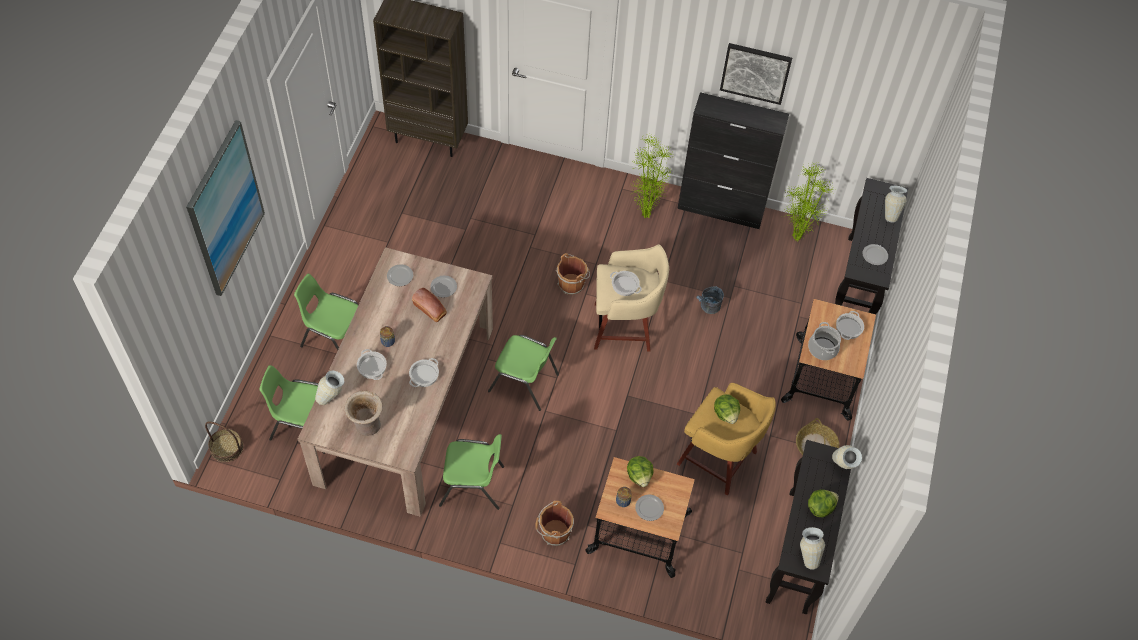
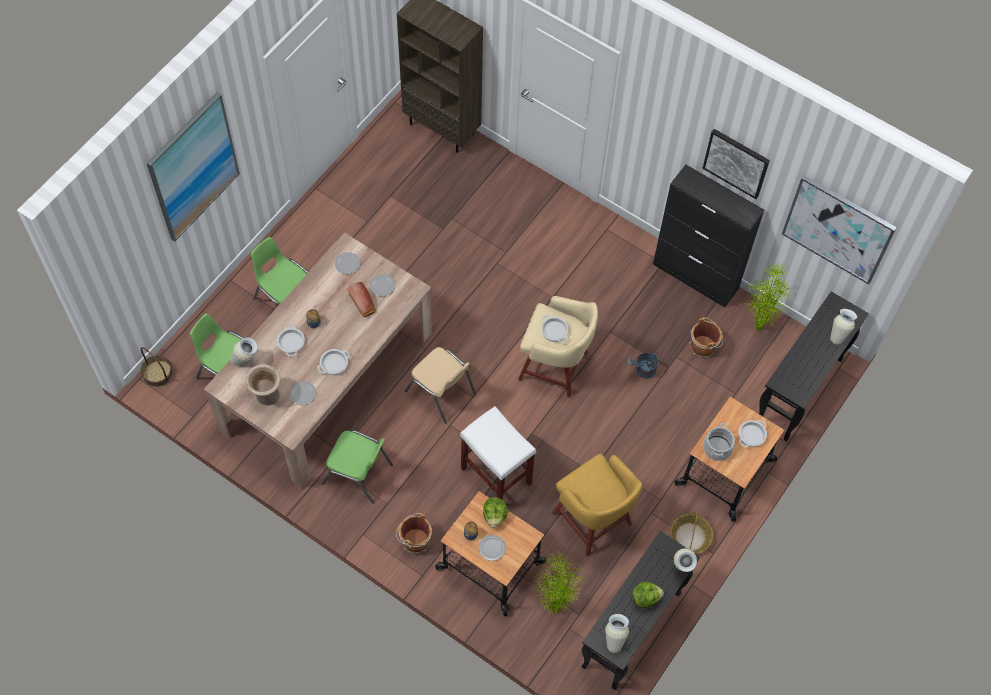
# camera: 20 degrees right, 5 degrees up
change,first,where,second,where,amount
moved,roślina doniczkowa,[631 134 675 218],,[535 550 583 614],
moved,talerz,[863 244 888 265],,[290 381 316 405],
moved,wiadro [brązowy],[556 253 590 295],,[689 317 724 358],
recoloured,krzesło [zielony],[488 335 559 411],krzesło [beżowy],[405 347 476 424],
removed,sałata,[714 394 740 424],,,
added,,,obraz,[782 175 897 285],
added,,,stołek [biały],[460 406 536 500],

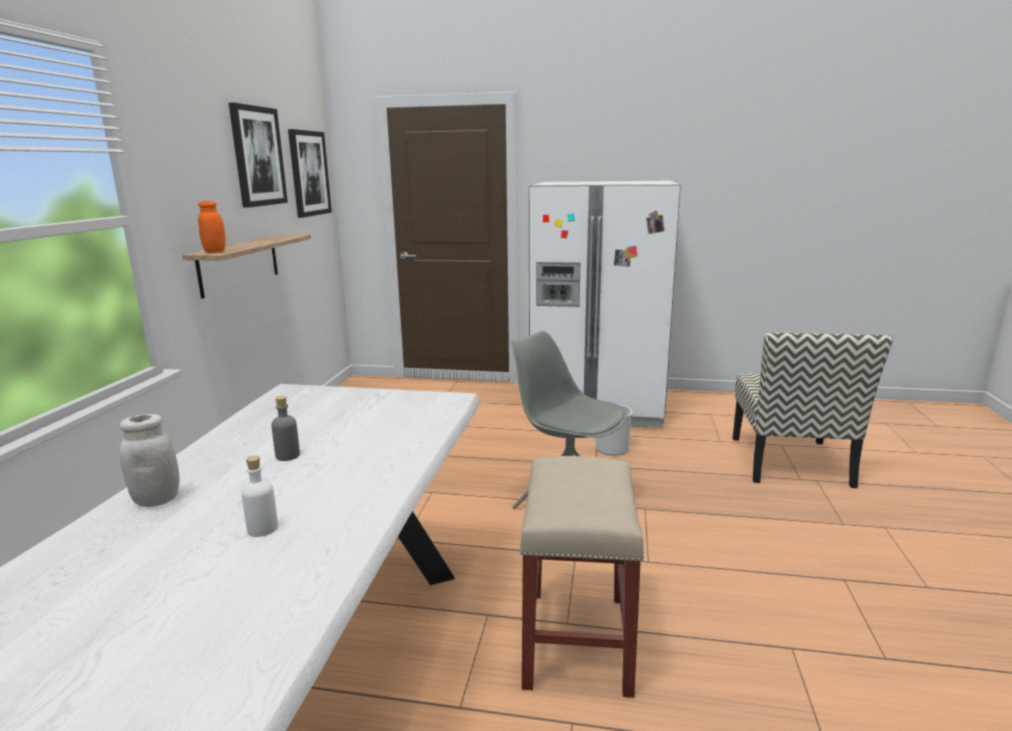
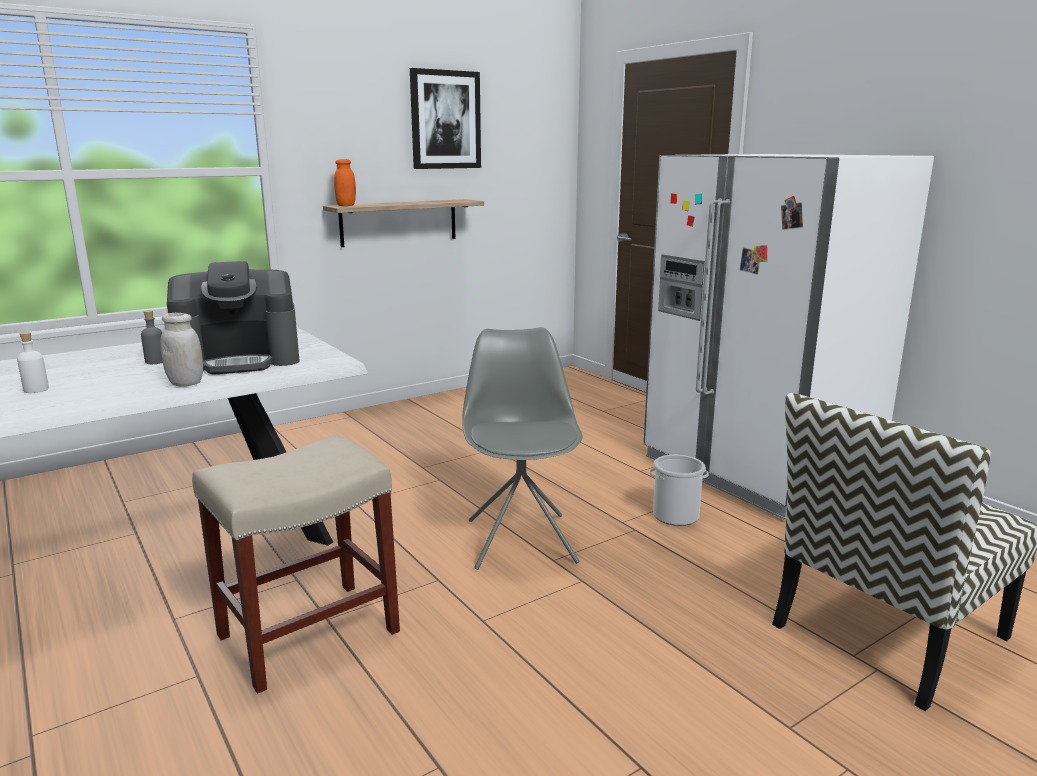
# camera: 45 degrees right, 0 degrees up
change,first,where,second,where,amount
removed,obraz,[288 129 332 218],,,
moved,słoik [biały],[119 414 180 507],,[160 313 203 386],
added,,,ekspres do kawy,[167 261 300 375],

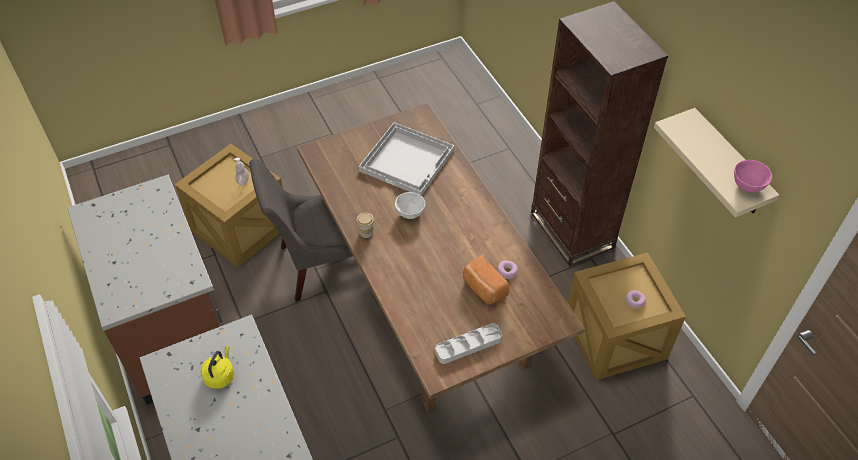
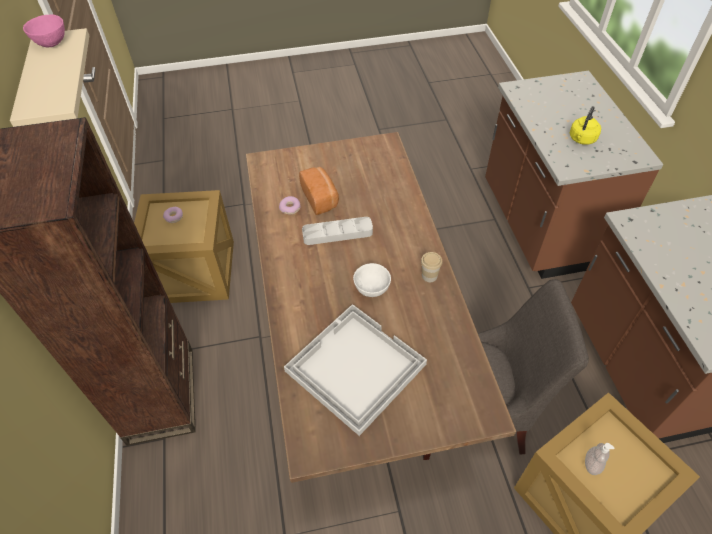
# camera: 165 degrees left, 0 degrees up
change,first,where,second,where,amount
moved,taca [szary],[435 323 502 364],,[302 217 373 245],

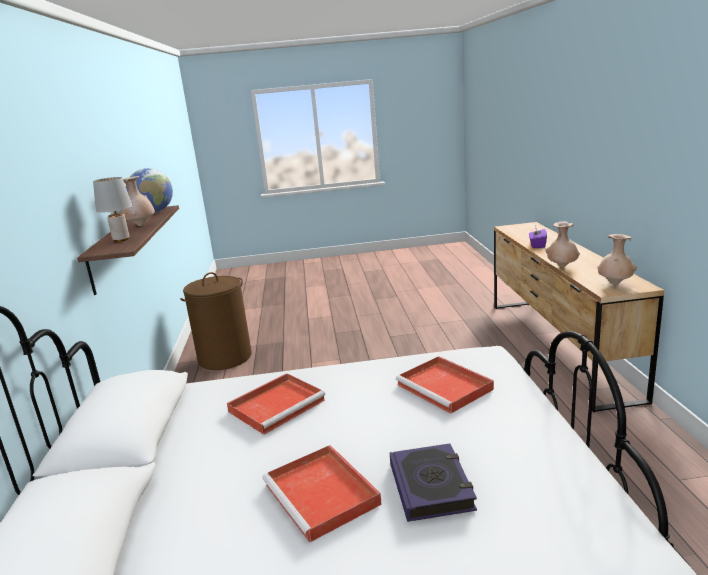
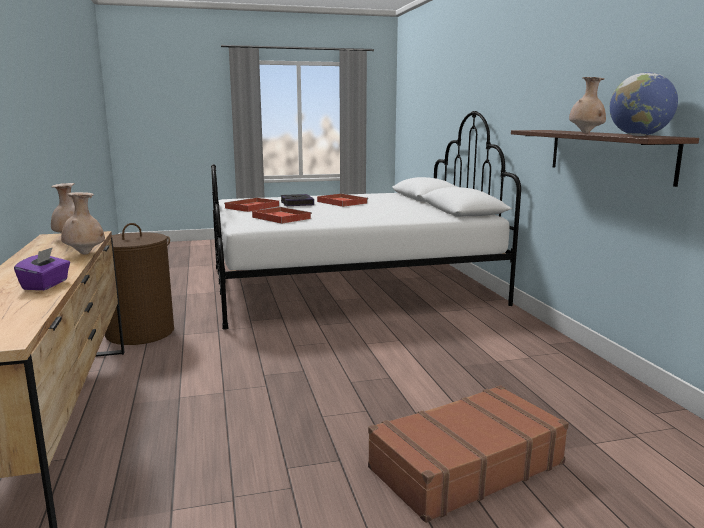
# camera: 170 degrees right, 5 degrees down
change,first,where,second,where,amount
removed,lampa stołowa [szary],[93 177 133 242],,,
moved,kosz na pranie [brązowy],[180 272 252 370],,[105 223 174 345],
moved,taca [czerwony],[227 373 325 435],,[224 198 279 212],
added,,,walizka [brązowy],[368 385 569 523],

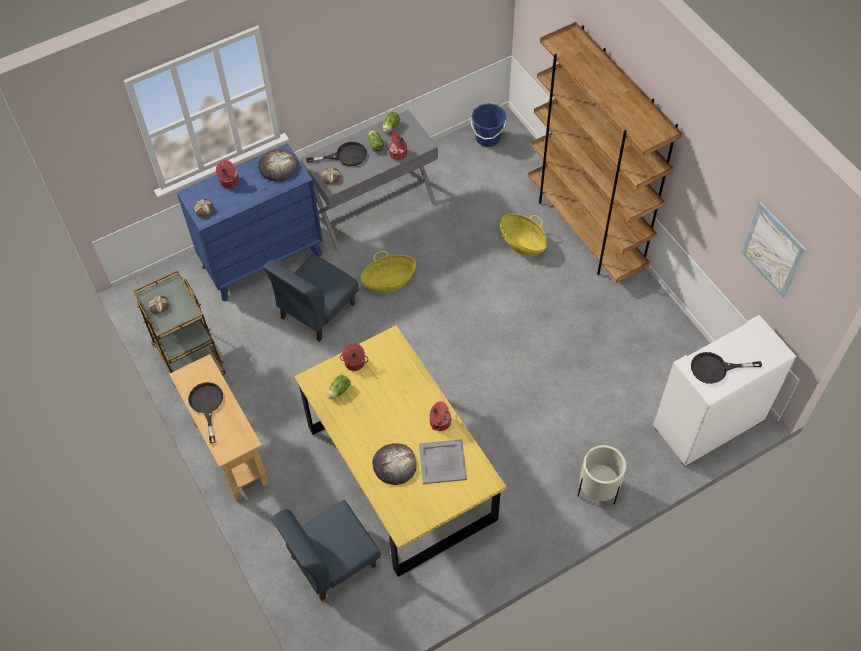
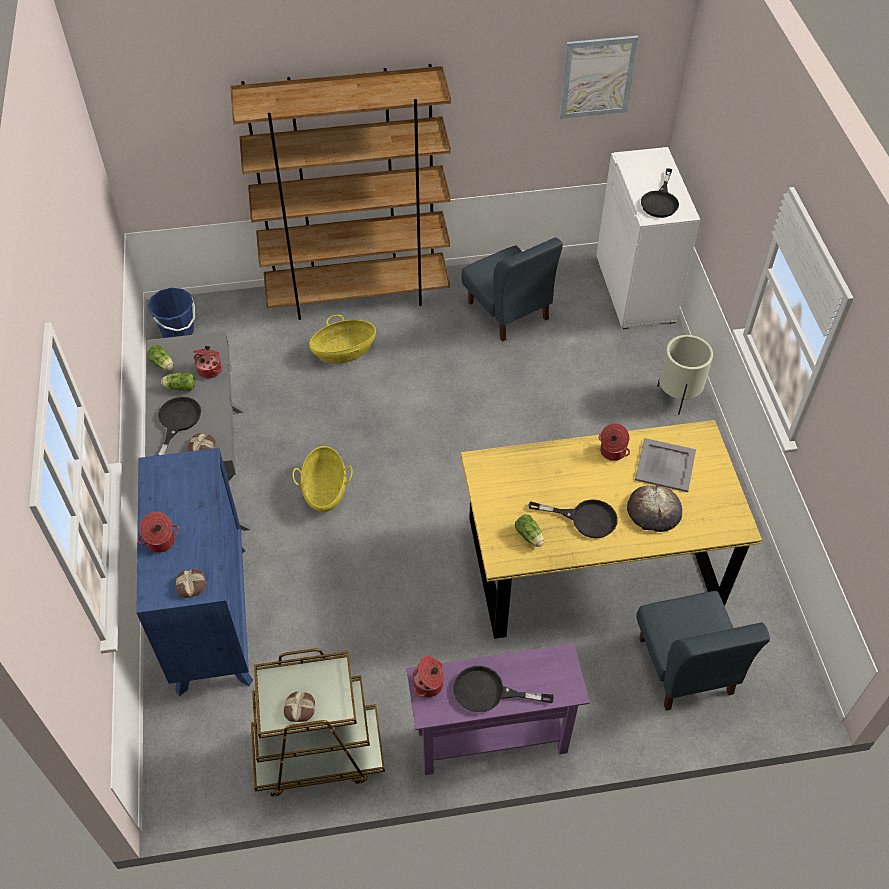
# camera: 70 degrees left, 5 degrees down
change,first,where,second,where,amount
removed,chleb,[258 149 297 182],,,
moved,krzesło [niebieski],[263 253 359 342],,[461 237 563 341],
moved,garnek,[340 343 369 371],,[413 656 443 697],
recoloured,stolik konsolowy [beżowy],[169 354 269 501],stolik konsolowy [fioletowy],[406 644 590 775],
added,,,patelnia [czarny],[528 499 618 538],

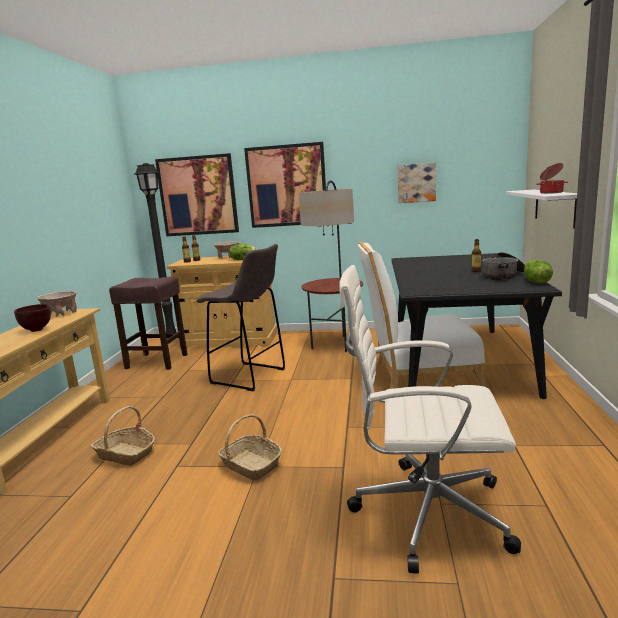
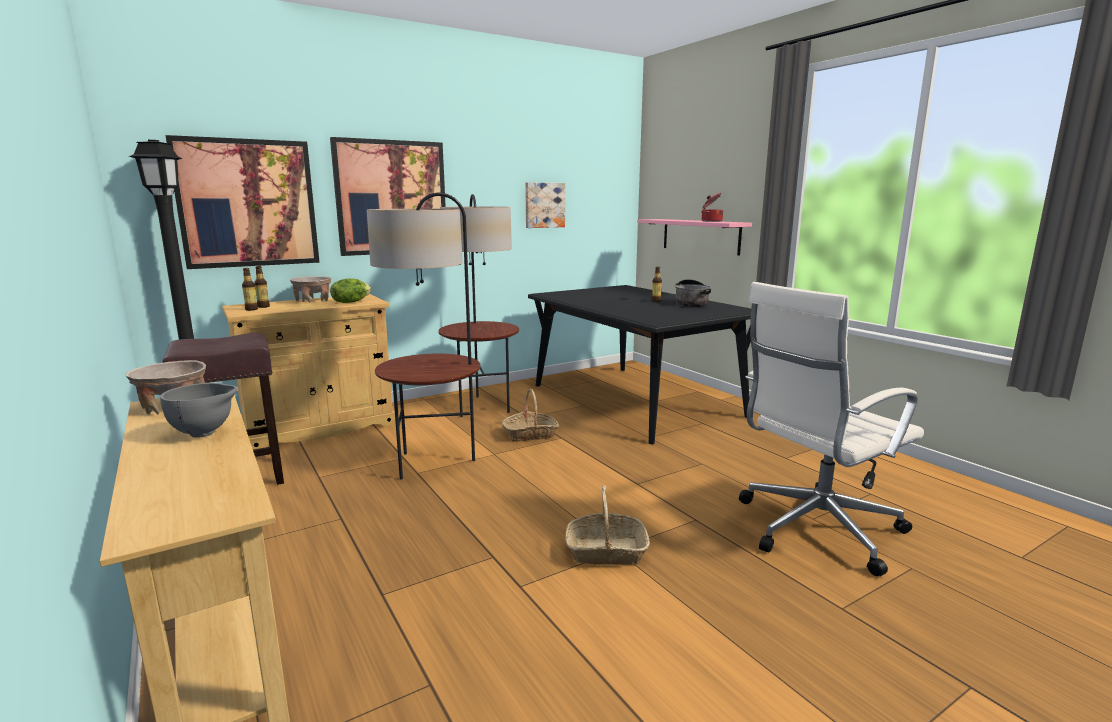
# camera: 40 degrees left, 0 degrees up
change,first,where,second,where,amount
recoloured,półka [biały],[506 190 577 229],półka [różowy],[637 219 752 255],
removed,krzesło [biały],[358 241 487 389],,,
replaced,stołek [szary],[196 244 285 391],lampa stojąca,[367 193 480 479],
removed,sałata,[524 260 553 283],,,
recoloured,miska [brązowy],[14 304 51 332],miska [szary],[160 383 238 438],
moved,koszyk,[90 406 155 466],,[502 389 559 442],

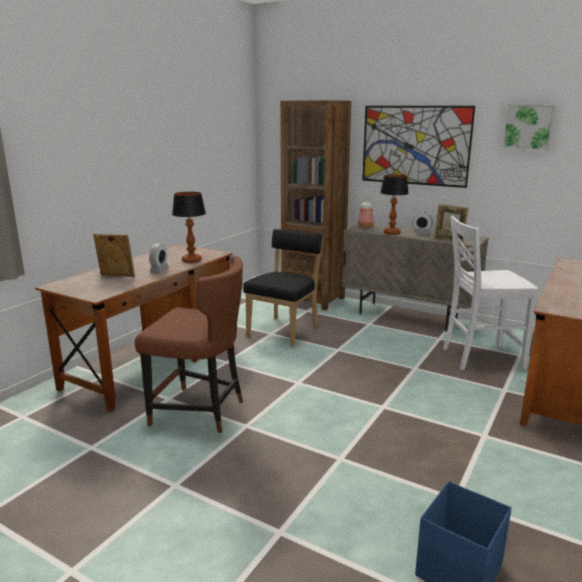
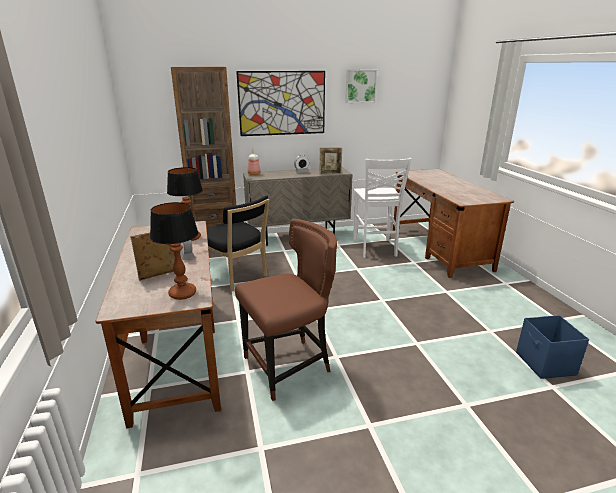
# camera: 45 degrees left, 5 degrees up
change,first,where,second,where,amount
moved,lampa stołowa,[380 175 409 235],,[150 202 199 300],
turned,krzesło [biały],[443 216 538 370],,[353 158 412 258],45 degrees counterclockwise
turned,krzesło [czarny],[243 229 323 346],,[207 196 270 291],150 degrees clockwise

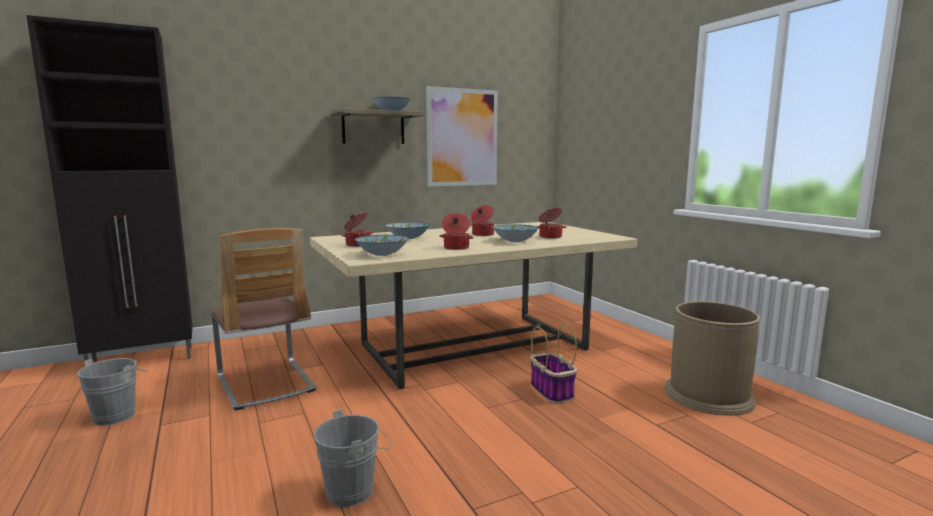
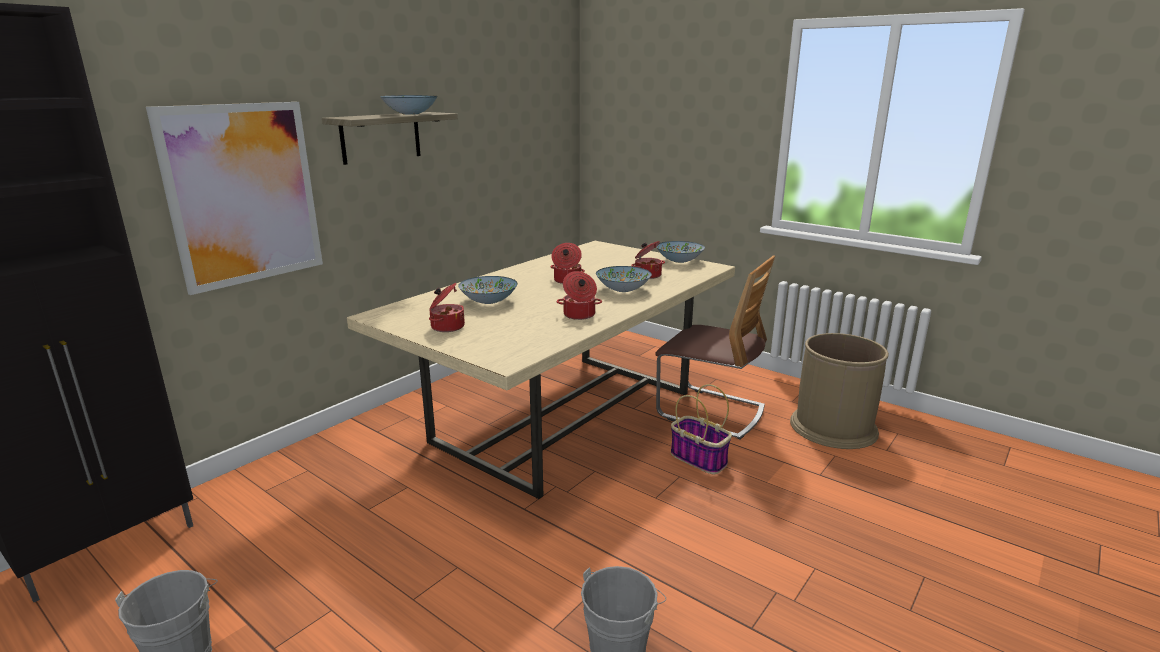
# camera: 25 degrees left, 10 degrees up
change,first,where,second,where,amount
moved,obraz,[426 86 498 186],,[146 102 323 295],
moved,krzesło,[211 228 317 410],,[655 255 775 440],
moved,miska,[355 235 409 256],,[656 241 705 263],

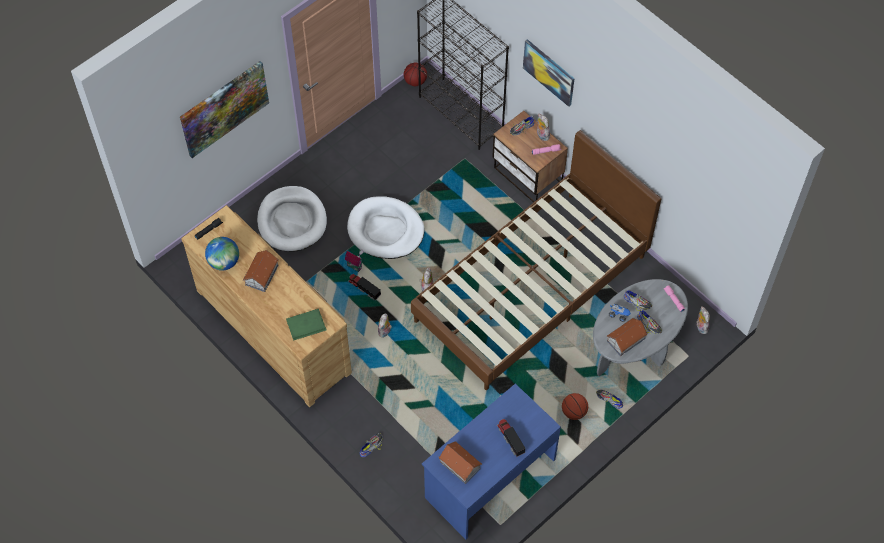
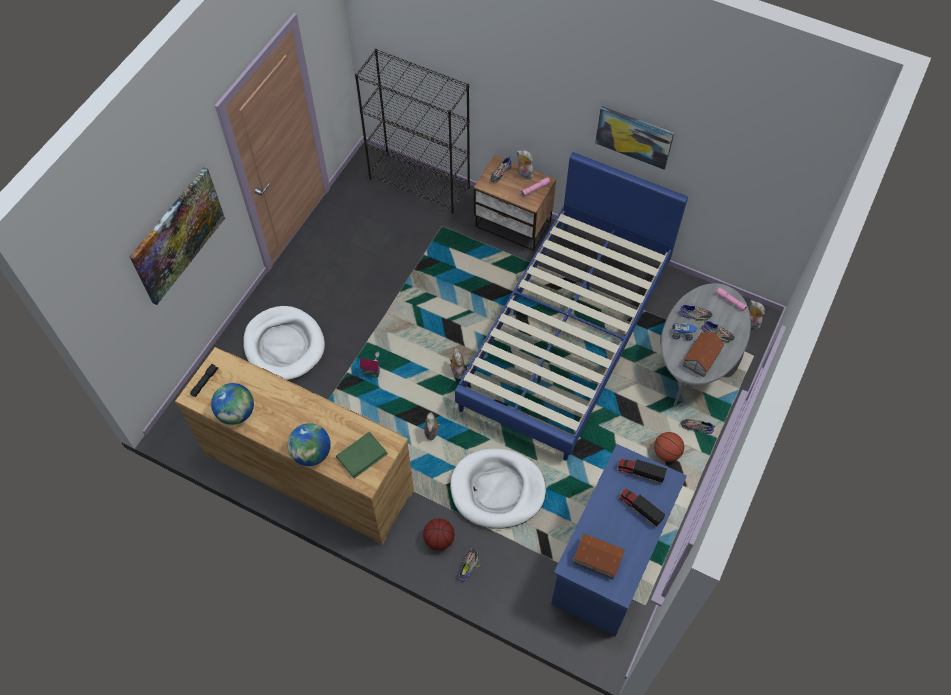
# camera: 20 degrees left, 0 degrees up
change,first,where,second,where,amount
moved,obraz,[523 39 575 107],,[595 106 674 170],
moved,piłka do koszykówki,[404 62 427 86],,[423 519 455 550],
recoloured,łóżko [brązowy],[411 130 661 390],łóżko [niebieski],[455 152 688 460],
moved,legowisko [biały],[347 196 424 259],,[450 448 546 529],
removed,domek,[243 250 279 292],,,
moved,ciężarówka zabawkowa,[348 274 381 300],,[617 458 667 484],
added,,,globus,[288 423 331 466],

